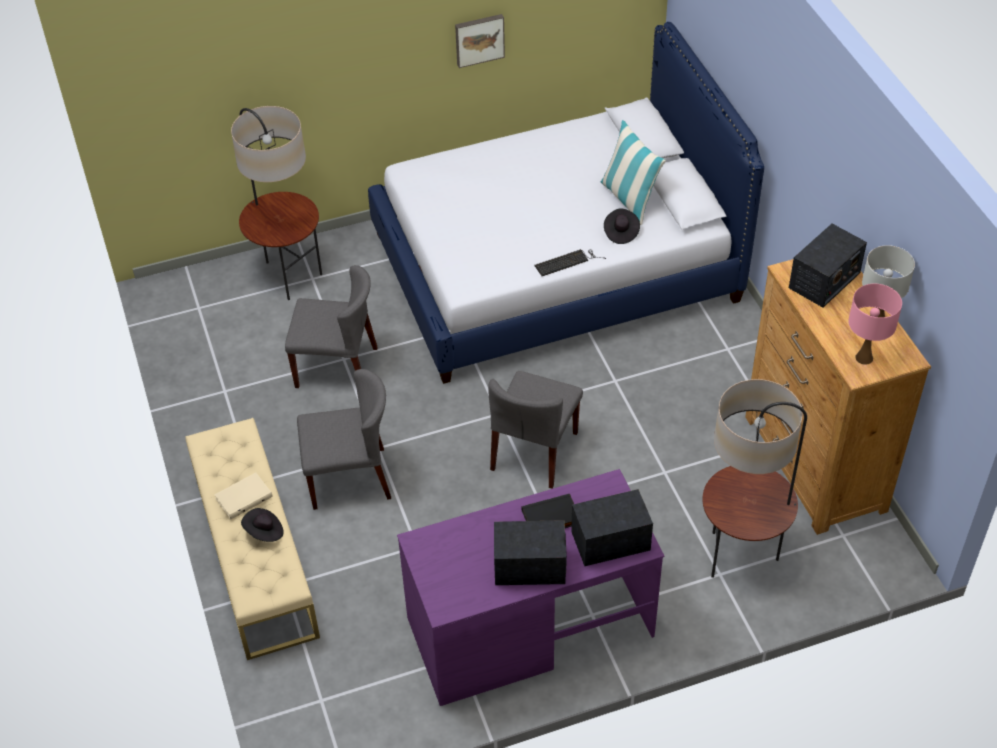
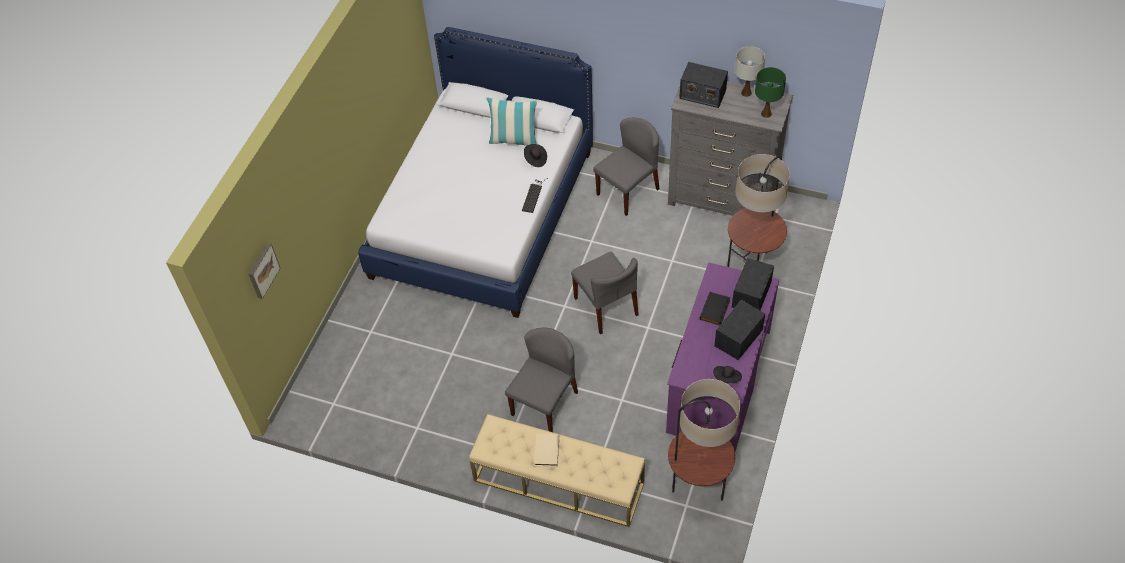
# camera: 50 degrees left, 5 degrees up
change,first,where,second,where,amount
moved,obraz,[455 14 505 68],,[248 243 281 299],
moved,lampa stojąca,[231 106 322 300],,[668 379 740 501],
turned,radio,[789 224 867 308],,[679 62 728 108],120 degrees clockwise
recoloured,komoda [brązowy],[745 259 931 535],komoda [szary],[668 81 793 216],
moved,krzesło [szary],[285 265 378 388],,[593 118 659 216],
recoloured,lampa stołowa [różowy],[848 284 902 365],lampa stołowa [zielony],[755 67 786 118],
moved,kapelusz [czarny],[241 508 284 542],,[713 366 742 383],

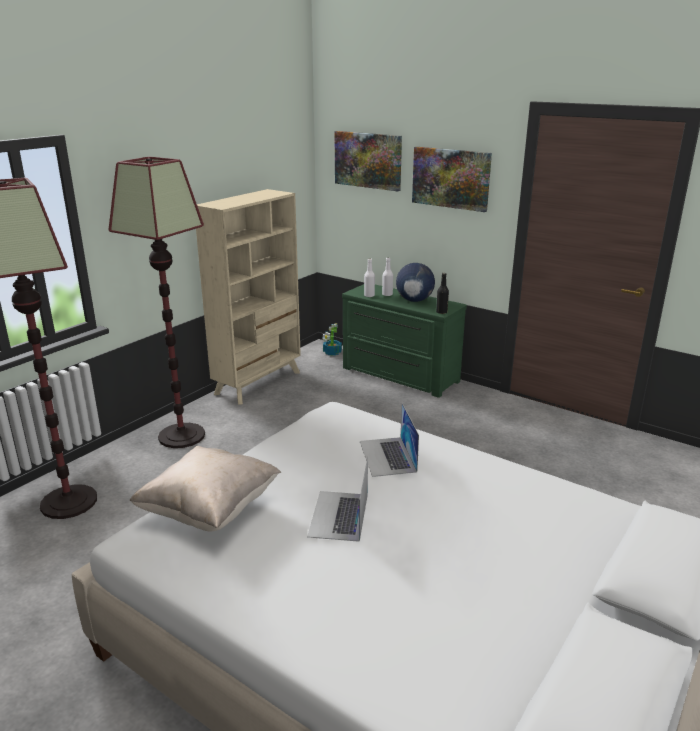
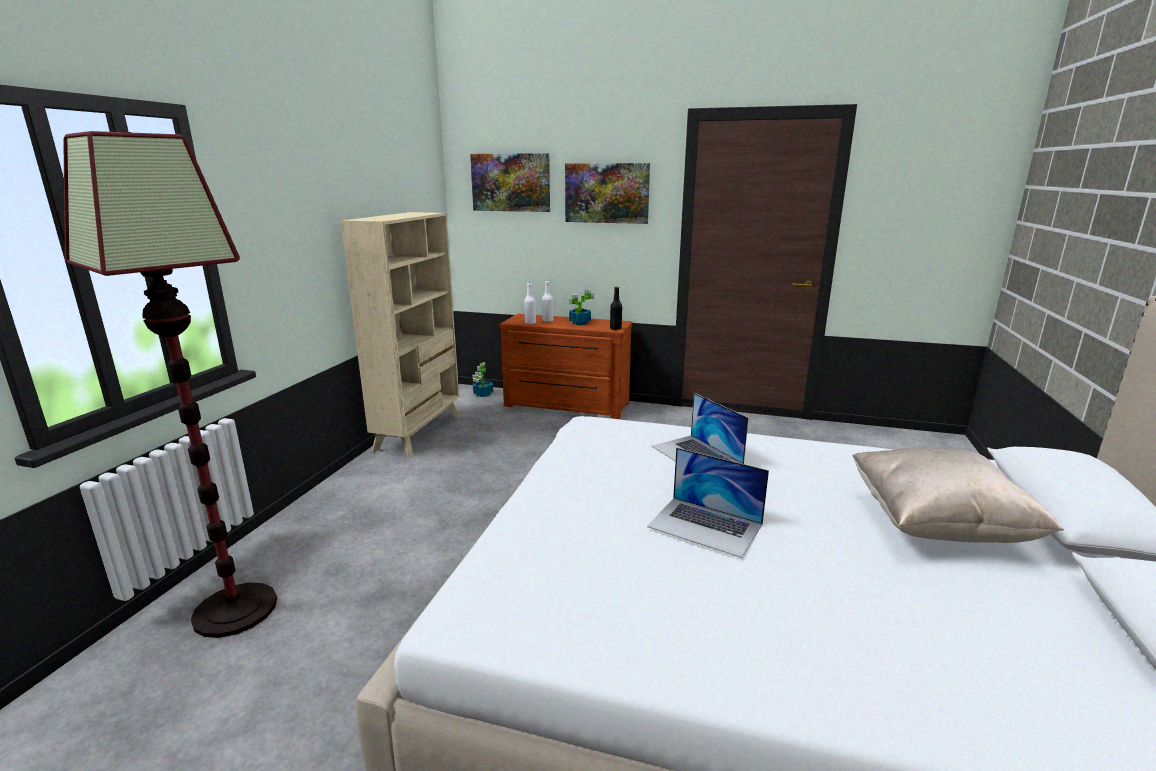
# camera: 20 degrees left, 5 degrees down
change,first,where,second,where,amount
removed,lampa stojąca,[108 157 205 448],,,
replaced,globus,[396 263 435 302],roślina doniczkowa,[569 289 594 325],
recoloured,komoda [zielony],[342 284 467 398],komoda [brązowy],[499 314 632 419],
moved,poduszka [beżowy],[130 446 281 531],,[852 447 1064 543],
turned,laptop,[307 457 368 542],,[647 448 769 558],45 degrees counterclockwise

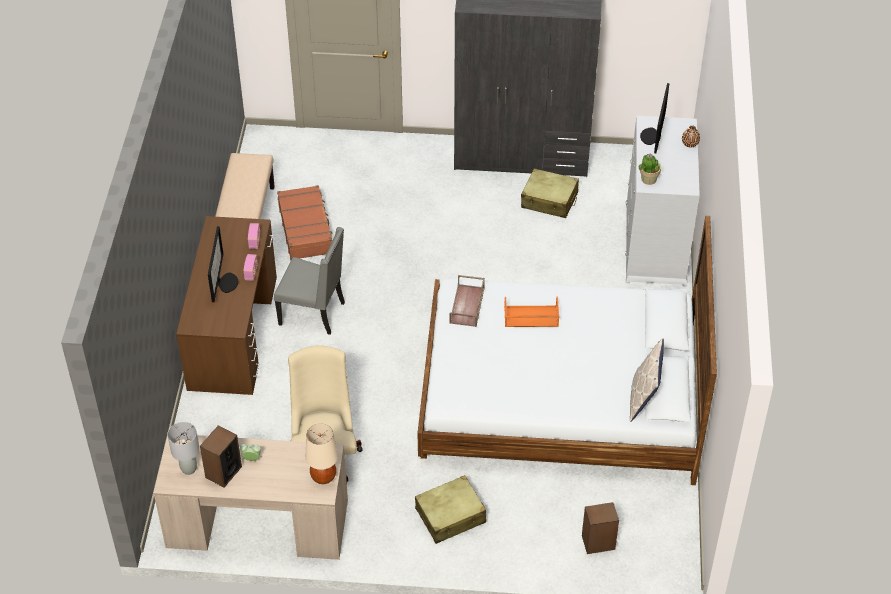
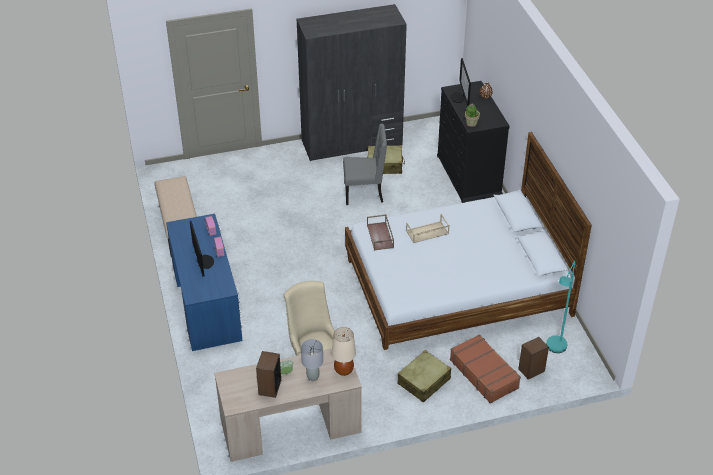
# camera: 20 degrees left, 5 degrees down
change,first,where,second,where,amount
recoloured,komoda [biały],[625 116 700 287],komoda [czarny],[437 81 509 203],
moved,walizka [brązowy],[277 185 333 260],,[450 334 521 404],
recoloured,biurko [brązowy],[176 216 277 395],biurko [niebieski],[166 214 243 351],
moved,krzesło [szary],[274 227 345 335],,[343 124 387 205],
recoloured,taca [pomarańczowy],[504 296 559 327],taca [beżowy],[406 214 450 243],
removed,poduszka,[630 338 664 422],,,
moved,lampa stołowa [szary],[167 422 200 475],,[301 339 323 381],
added,,,lampa stojąca [turkusowy],[546 261 575 353],

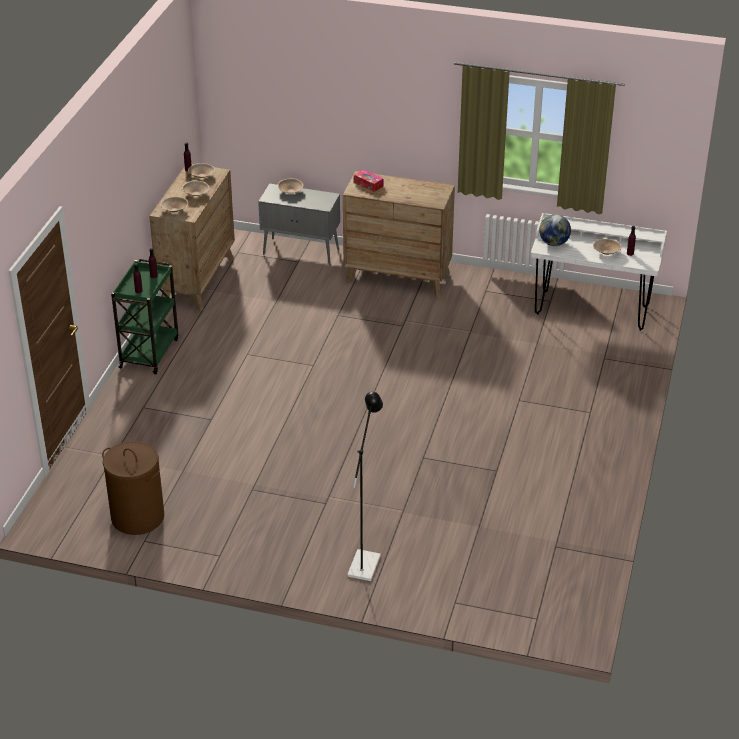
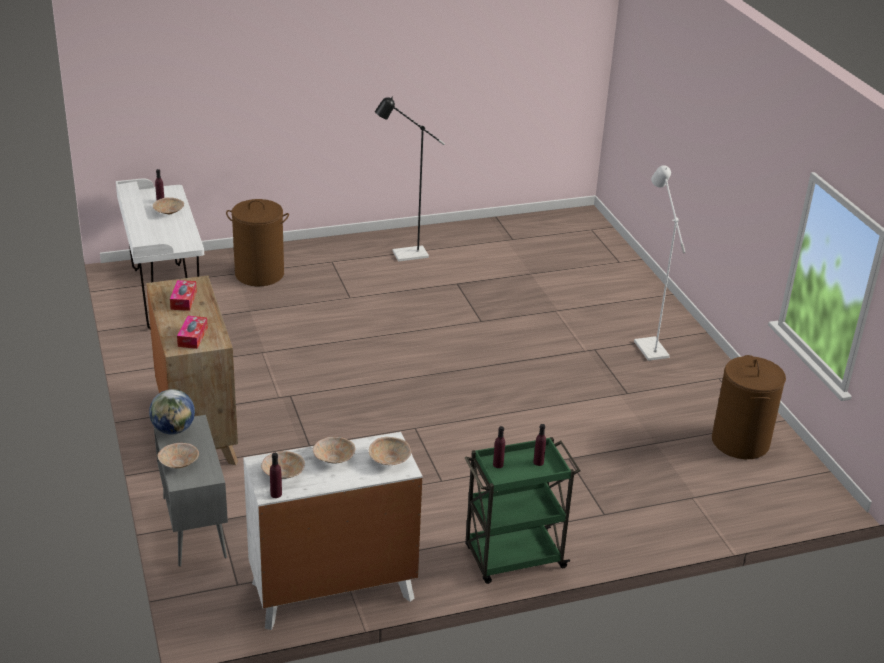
# camera: 125 degrees left, 5 degrees down
change,first,where,second,where,amount
recoloured,komoda [brązowy],[150 164 235 311],komoda [biały],[243 432 423 630],
moved,globus,[539 214 571 246],,[149 389 195 434],
moved,lampa stojąca [czarny],[347 392 383 581],,[375 96 445 262],
added,,,lampa stojąca [biały],[634 165 686 361],
added,,,kosz na pranie [brązowy],[226 199 289 286],
added,,,pudełko chusteczek,[170 280 197 311],

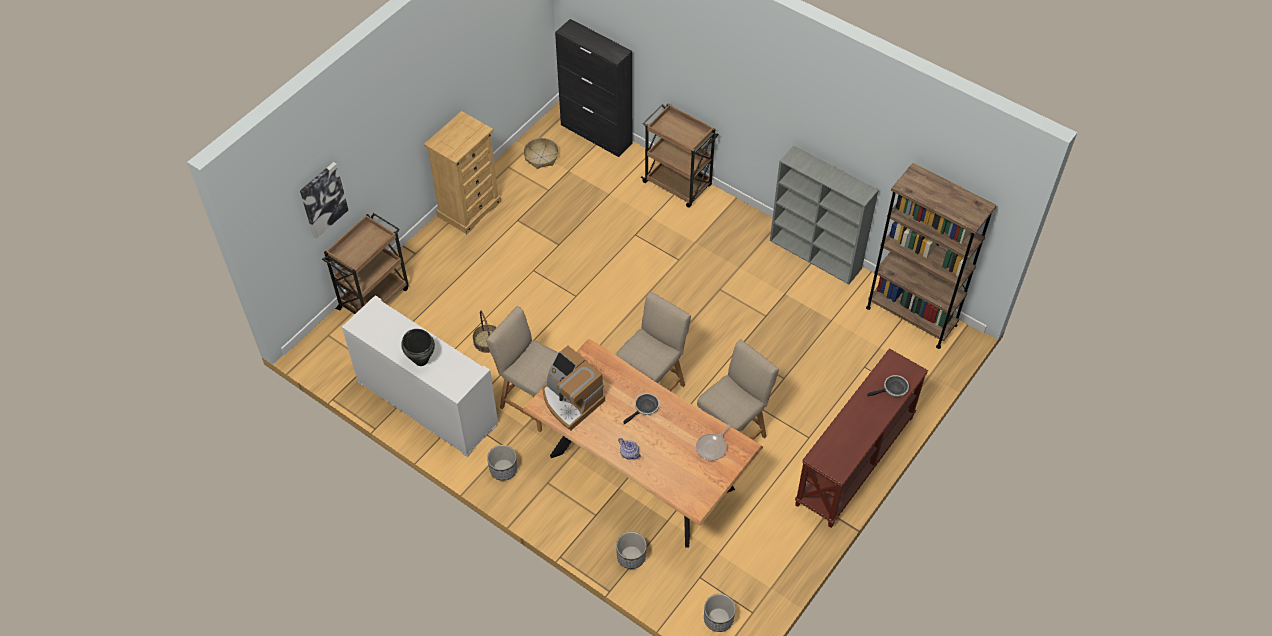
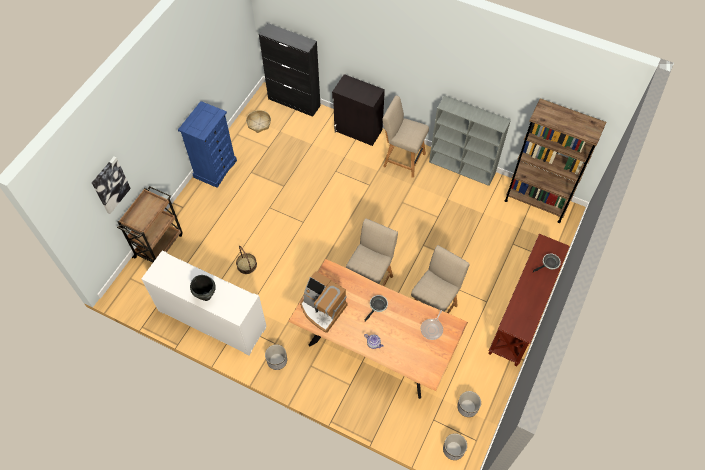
# camera: 10 degrees left, 5 degrees up
change,first,where,second,where,amount
replaced,wózek [brązowy],[641 103 719 208],szafka [czarny],[332 74 385 146],
recoloured,komoda [beżowy],[424 111 501 234],komoda [niebieski],[178 101 237 188],
moved,krzesło [beżowy],[486 306 558 432],,[382 95 429 178],
moved,donica,[616 532 647 569],,[457 391 481 417],

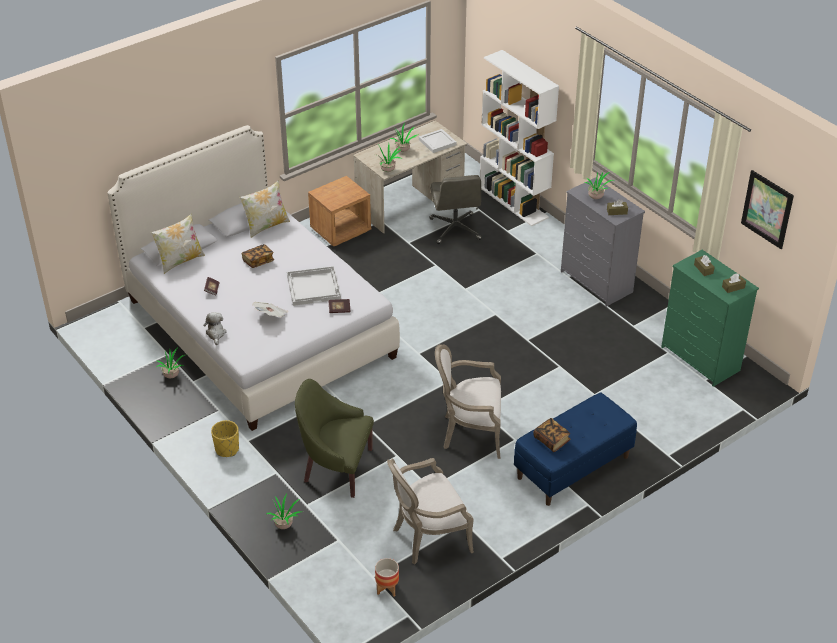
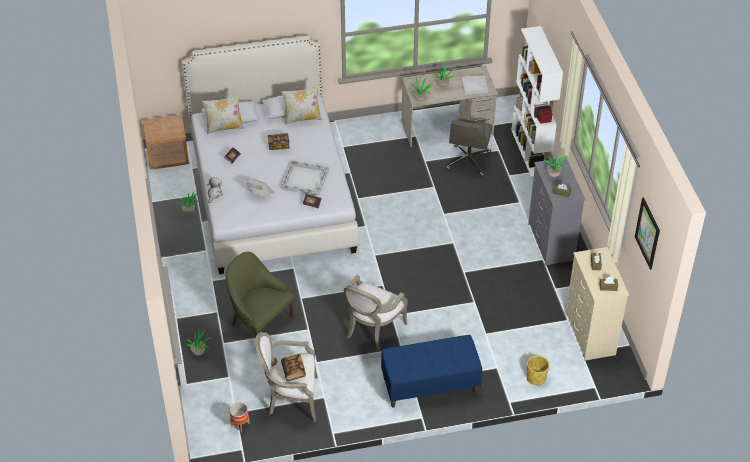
# camera: 25 degrees right, 5 degrees up
change,first,where,second,where,amount
moved,szafka nocna [brązowy],[308 176 371 247],,[142 114 189 170],
recoloured,komoda [zielony],[661 250 759 387],komoda [beżowy],[565 247 629 361],
turned,fotel,[435 344 501 459],,[344 275 408 351],90 degrees counterclockwise
moved,książka,[533 418 571 452],,[281 354 306 381],
moved,donica [żółty],[211 420 239 457],,[527 355 549 386],

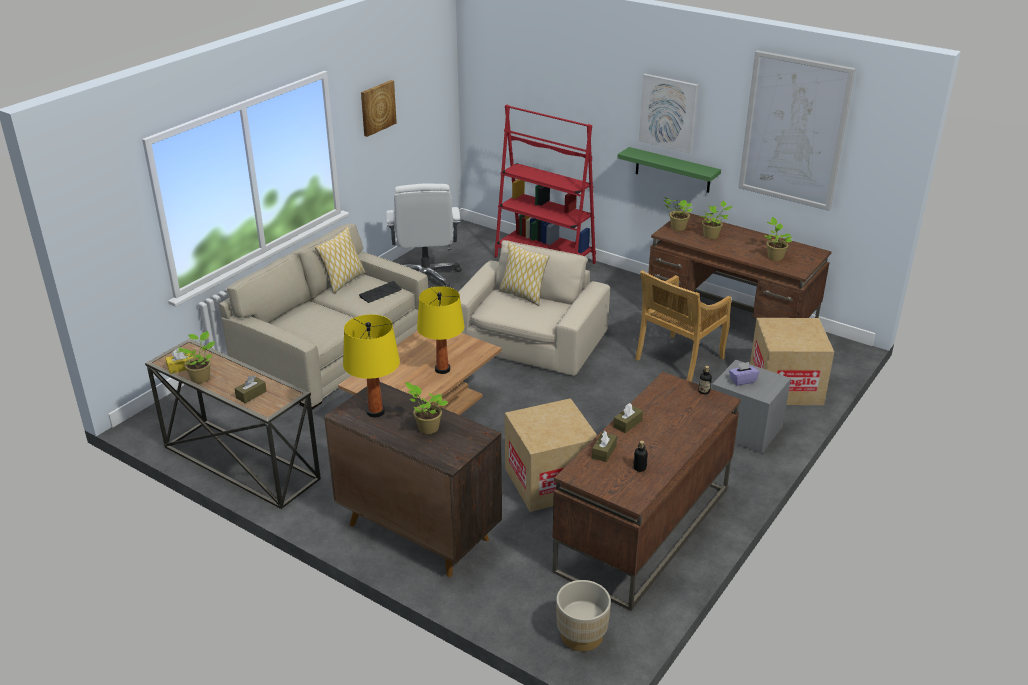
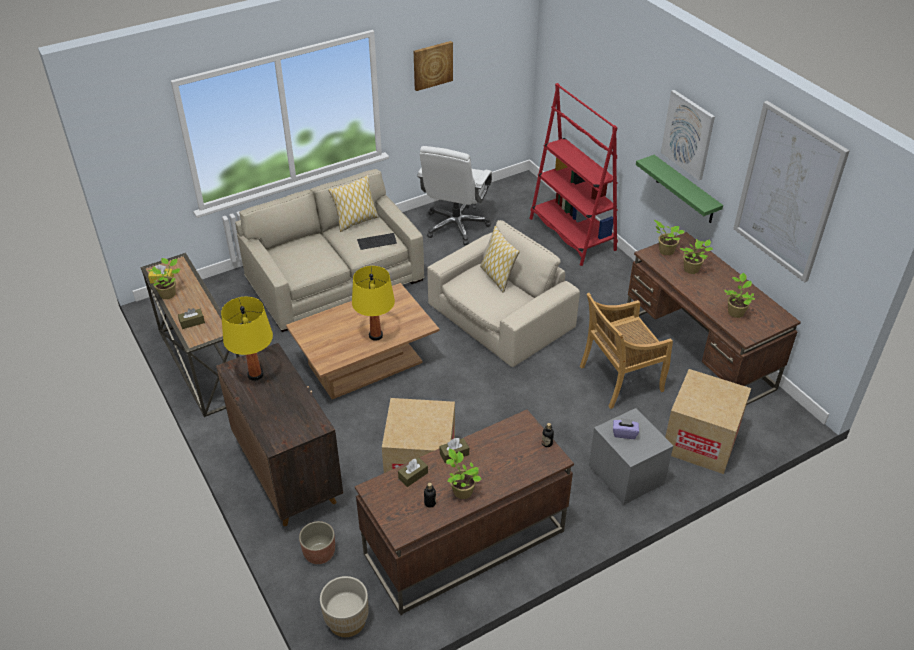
# camera: 25 degrees right, 10 degrees up
change,first,where,second,where,amount
moved,roślina doniczkowa,[405 382 448 434],,[446 449 482 499],
added,,,donica,[299 521 335 564],

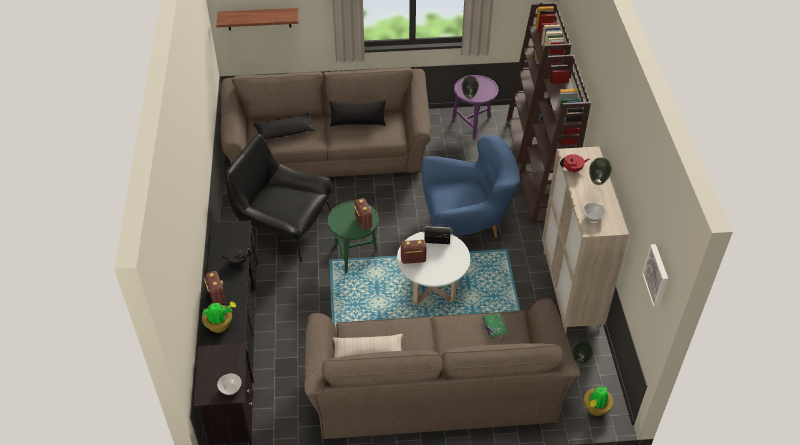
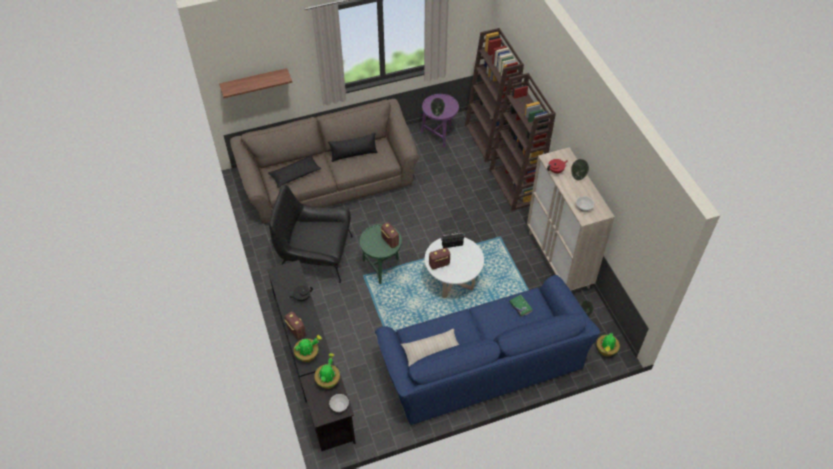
# camera: 15 degrees left, 5 degrees up
change,first,where,second,where,amount
removed,fotel [niebieski],[422 135 520 238],,,
removed,obraz,[642 244 668 308],,,
recoloured,kanapa [brązowy],[304 298 580 439],kanapa [niebieski],[375 275 600 425],
added,,,roślina doniczkowa,[314 353 340 389],

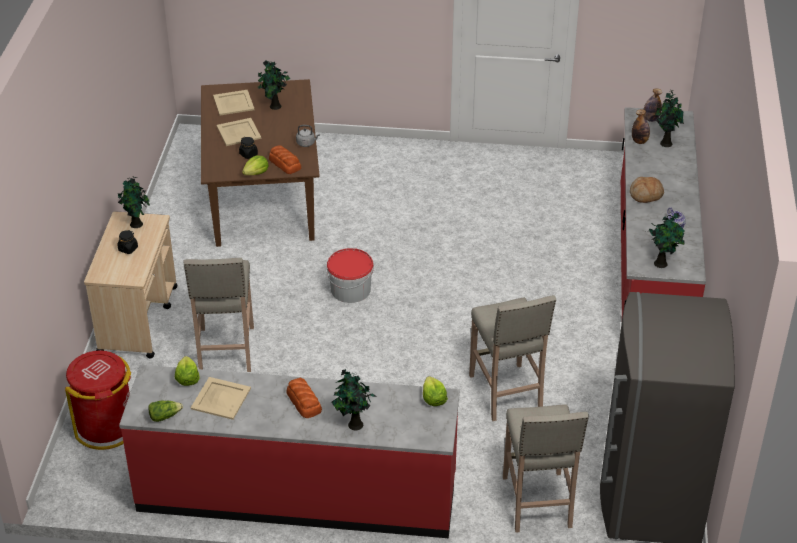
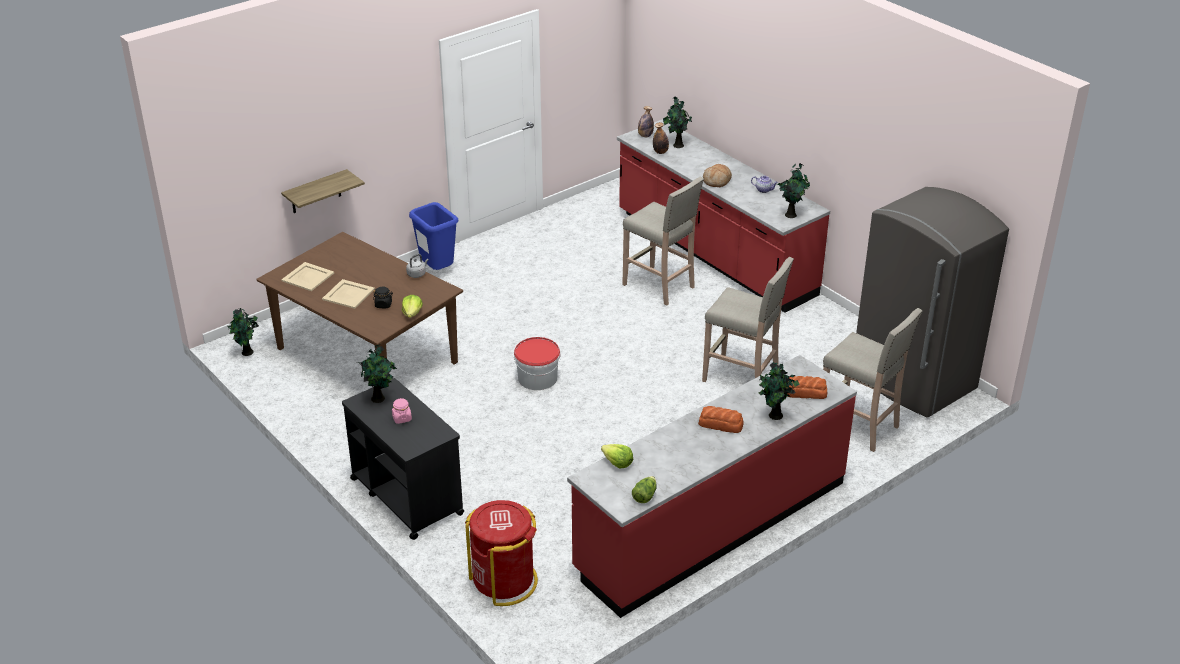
# camera: 45 degrees left, 5 degrees down
change,first,where,second,where,amount
moved,roślina doniczkowa,[258 61 290 110],,[227 308 259 356],
moved,chleb,[269 146 301 174],,[787 376 827 399],
recoloured,wózek [beżowy],[84 211 178 358],wózek [czarny],[342 378 464 540],
recoloured,słoik [czarny],[117 230 138 254],słoik [różowy],[392 398 412 424],
moved,stołek [beżowy],[184 258 254 372],,[622 177 704 306],
removed,sałata,[423 376 448 406],,,
removed,taca [beżowy],[191 377 251 420],,,
added,,,półka,[281 169 365 213],
added,,,kosz na śmieci [niebieski],[409 202 458 270],

